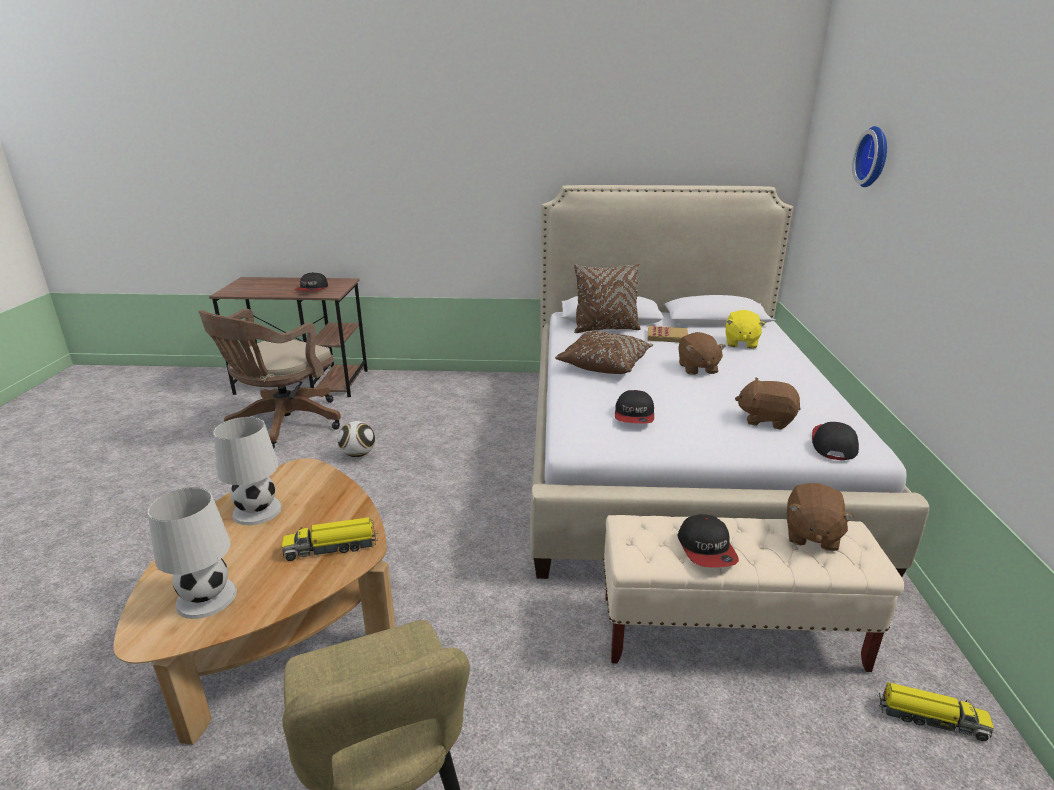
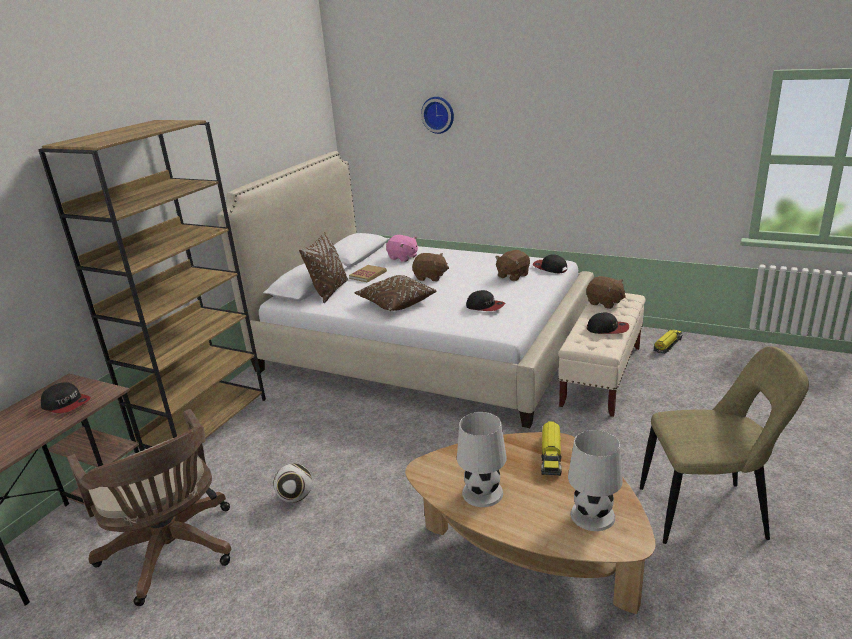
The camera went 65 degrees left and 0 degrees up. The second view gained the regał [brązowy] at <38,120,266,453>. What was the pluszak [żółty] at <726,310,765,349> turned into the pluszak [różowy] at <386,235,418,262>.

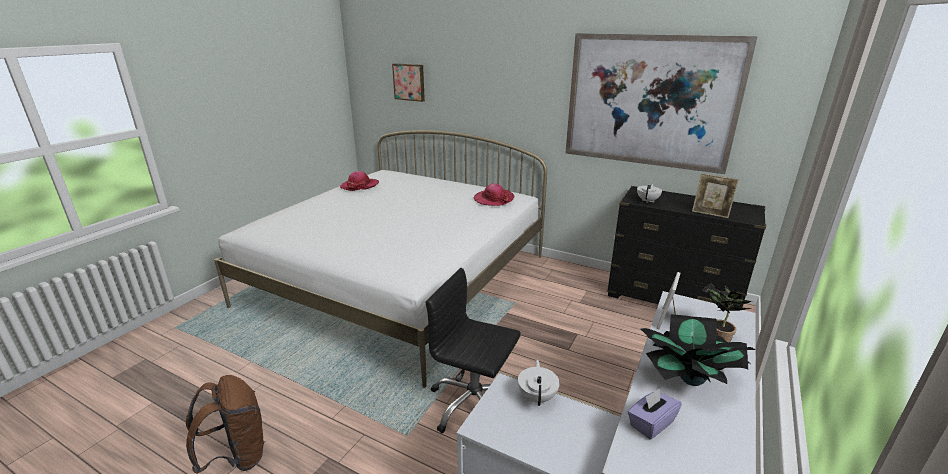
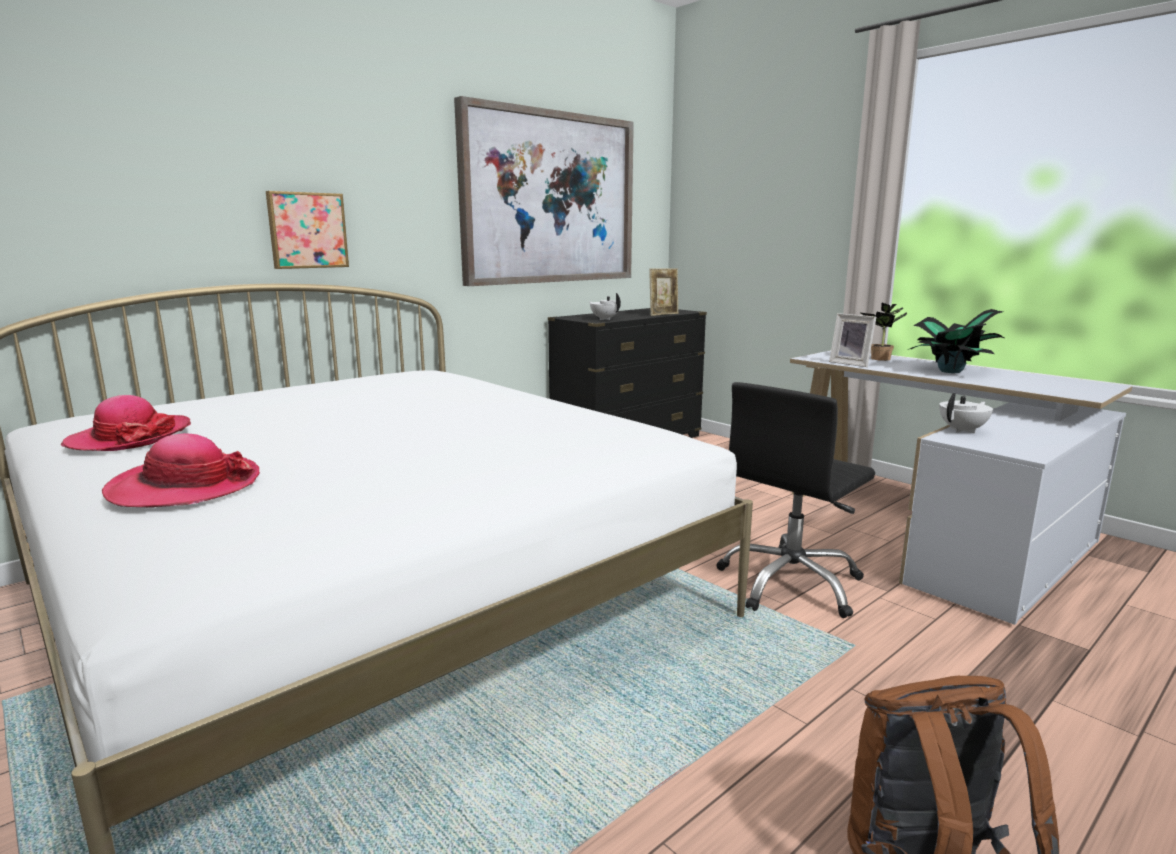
The camera went 70 degrees left and 10 degrees down. The kapelusz ended up elsewhere, having gone from <474,183,514,206> to <102,433,260,507>. The obraz ended up elsewhere, having gone from <392,63,425,102> to <266,191,349,269>. The imbryk [biały] at <518,359,560,406> ended up facing another way, 120 degrees clockwise from before. The second view lost the pudełko chusteczek [fioletowy] at <628,388,682,439>.

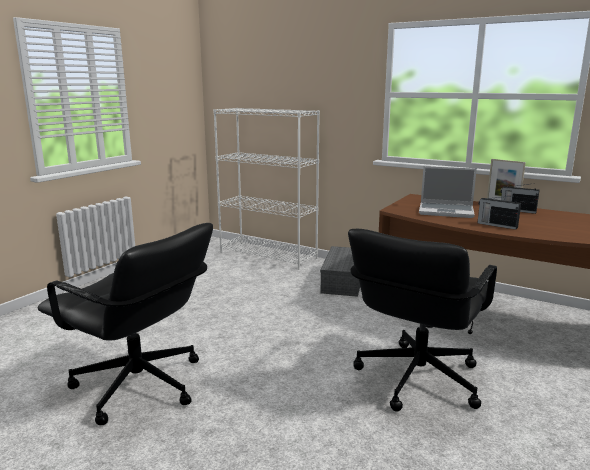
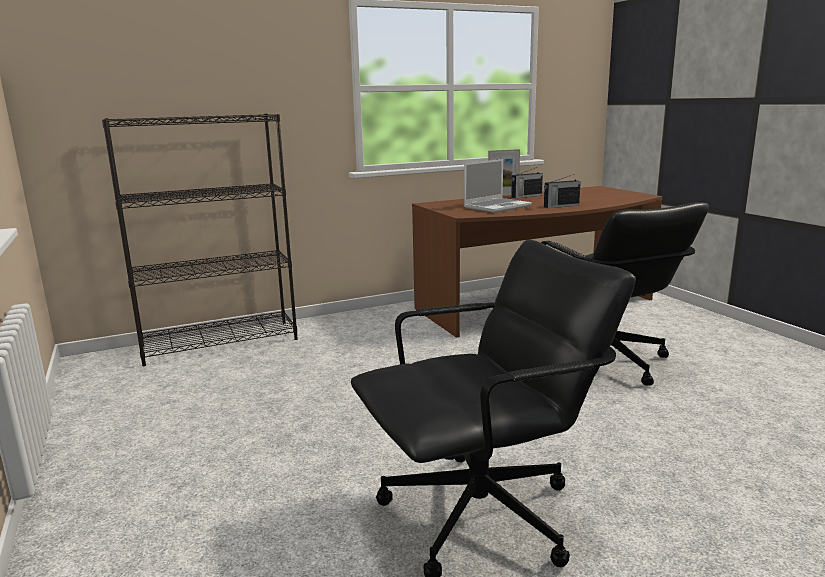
The camera went 55 degrees left and 0 degrees up. What was the regał [biały] at <213,108,320,270> turned into the regał [czarny] at <102,114,298,366>. The second view lost the pojemnik do przechowywania [szary] at <320,246,360,297>.

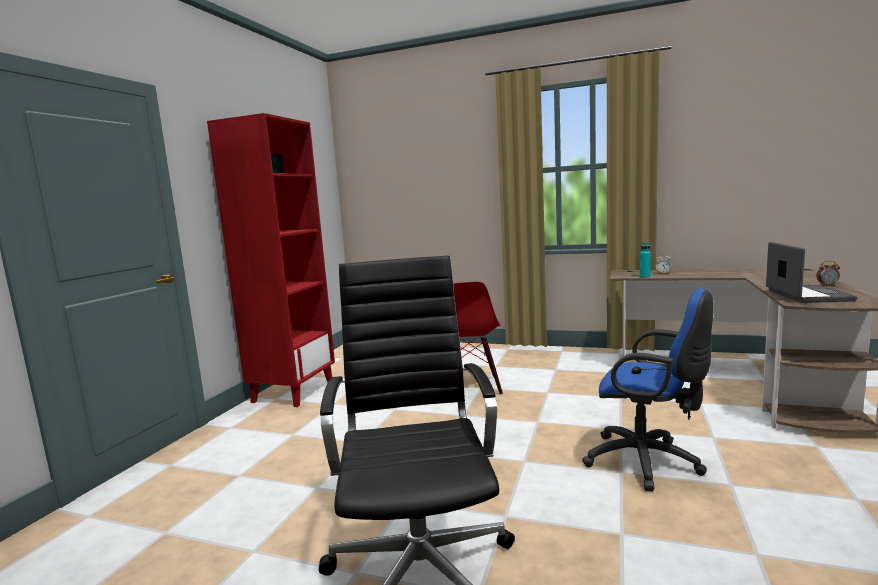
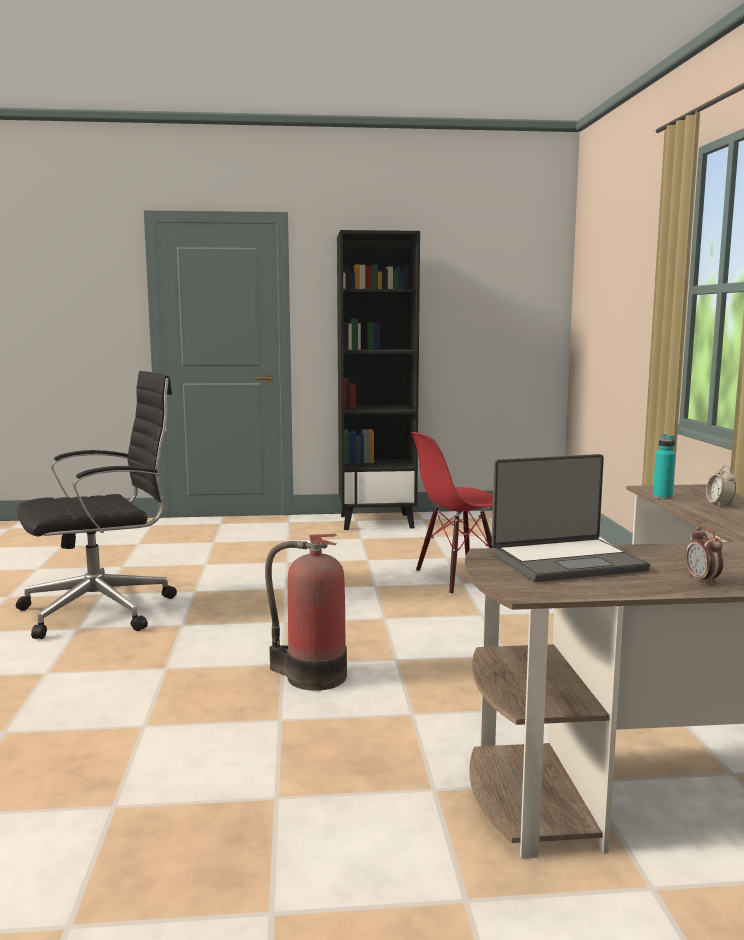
The camera went 65 degrees right and 0 degrees up. Where the krzesło biurowe [niebieski] stood at <582,289,714,491>, the gaśnica came to stand at <265,534,347,691>. What was the regał [czerwony] at <207,113,335,407> turned into the regał [czarny] at <337,230,420,530>.

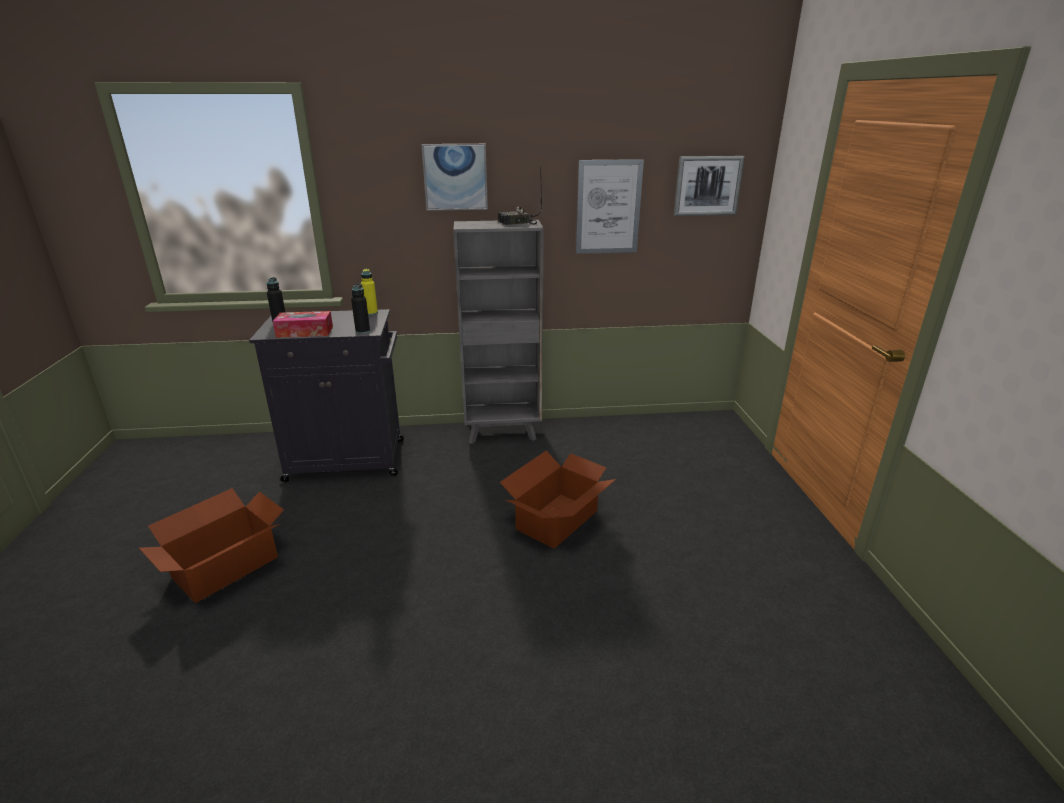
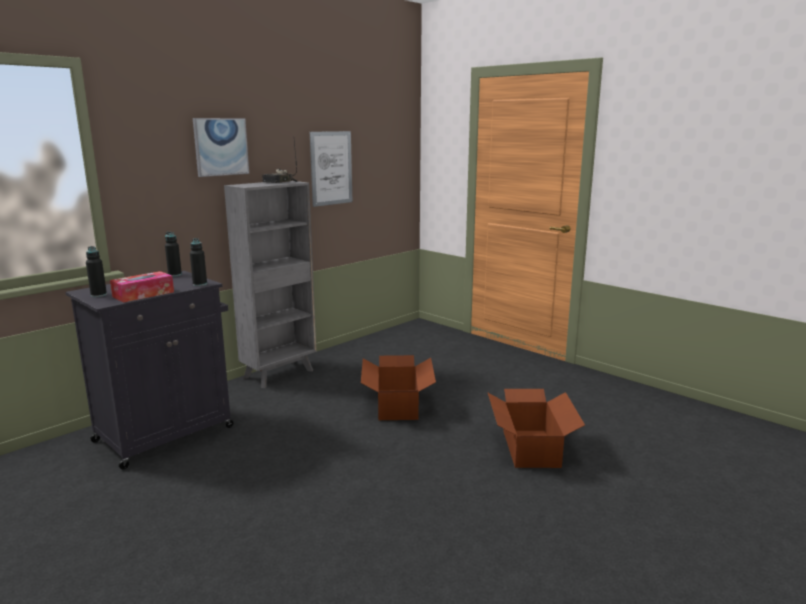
The camera went 40 degrees left and 10 degrees down. What was the butelka [żółty] at <361,269,378,315> turned into the butelka [czarny] at <165,232,182,277>. The karton ended up elsewhere, having gone from <139,488,284,603> to <488,389,585,468>. The second view lost the obraz at <674,156,745,216>.

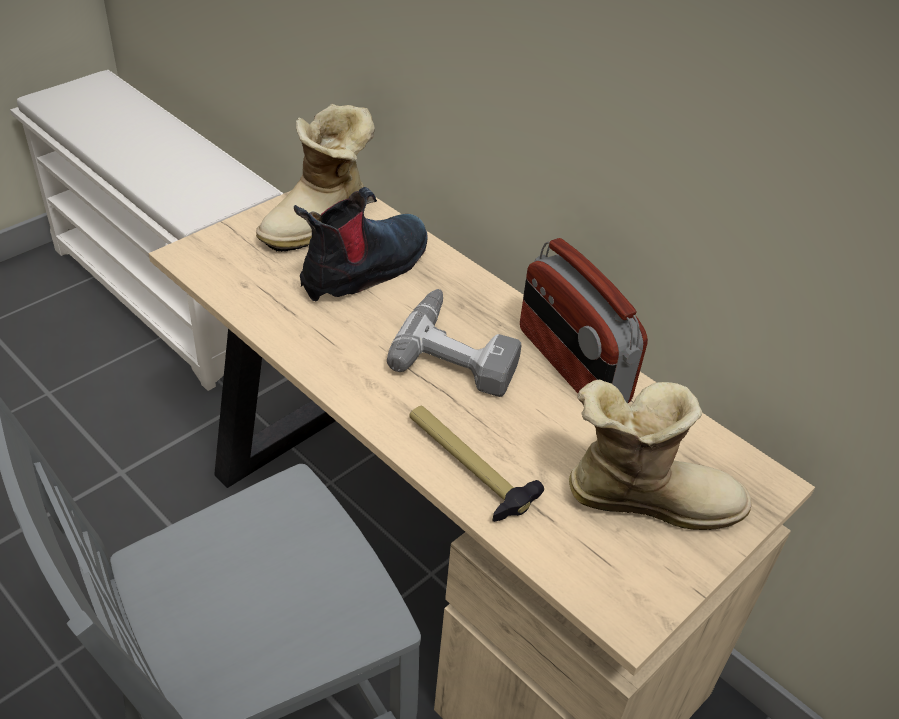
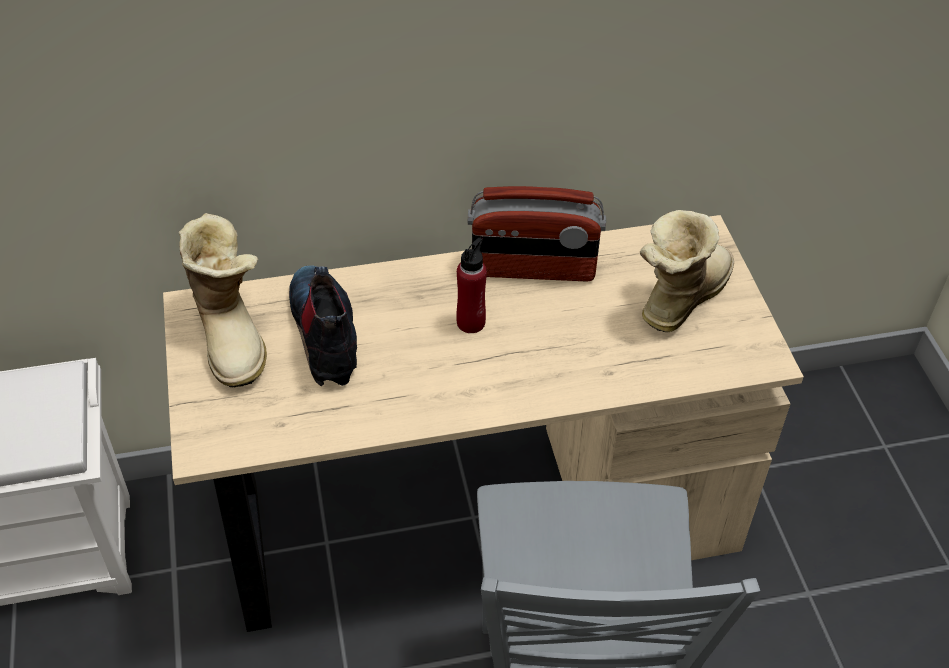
The camera went 55 degrees left and 5 degrees up. Where the wiertarka stood at <387,289,522,397>, the butelka [czerwony] came to stand at <456,238,487,333>. The second view lost the młotek at <409,405,544,522>.

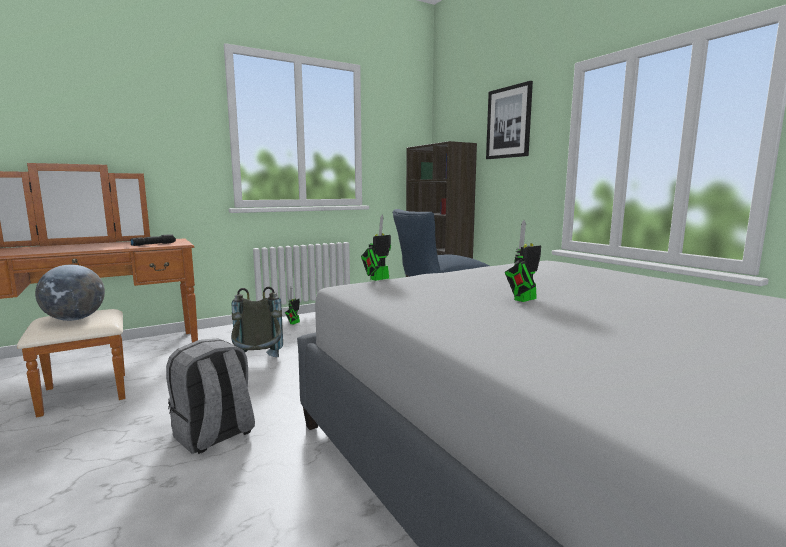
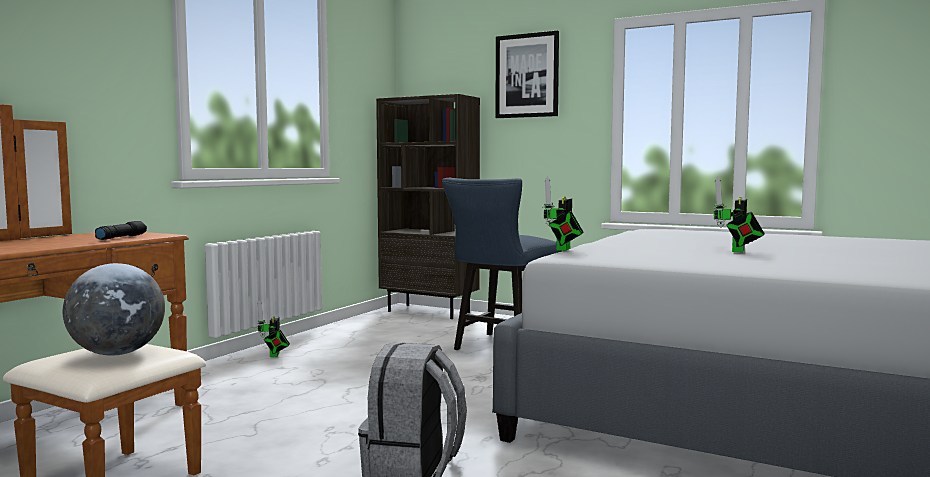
The camera went 30 degrees left and 5 degrees down. The second view lost the plecak [szary] at <231,287,283,357>.

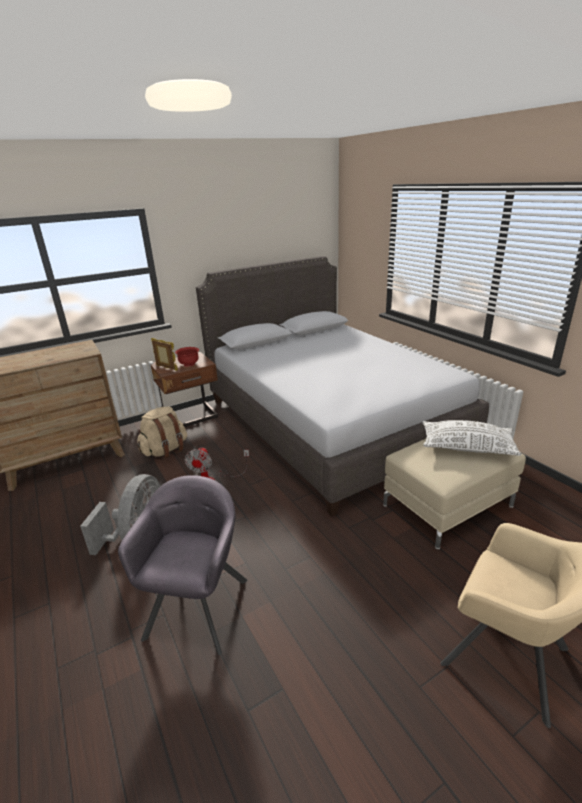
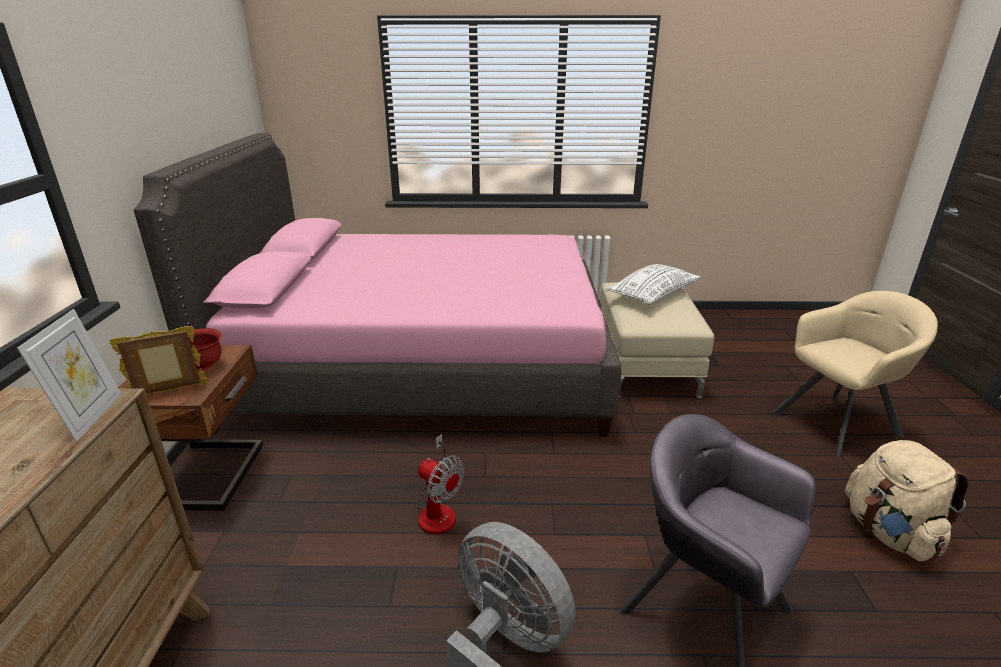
The camera went 60 degrees left and 0 degrees up. The second view gained the ramka na zdjęcie at <17,309,122,441>. What was the łóżko [szary] at <196,256,489,516> turned into the łóżko [różowy] at <134,133,621,436>. The plecak [beżowy] ended up elsewhere, having gone from <137,407,187,460> to <845,440,969,561>.

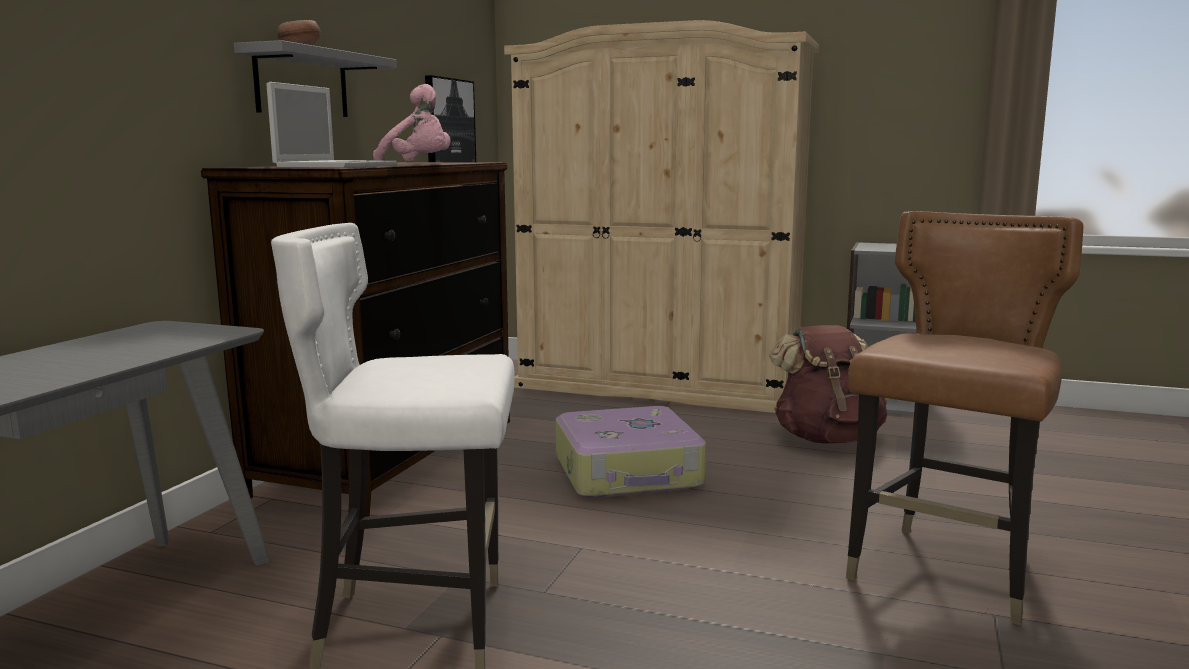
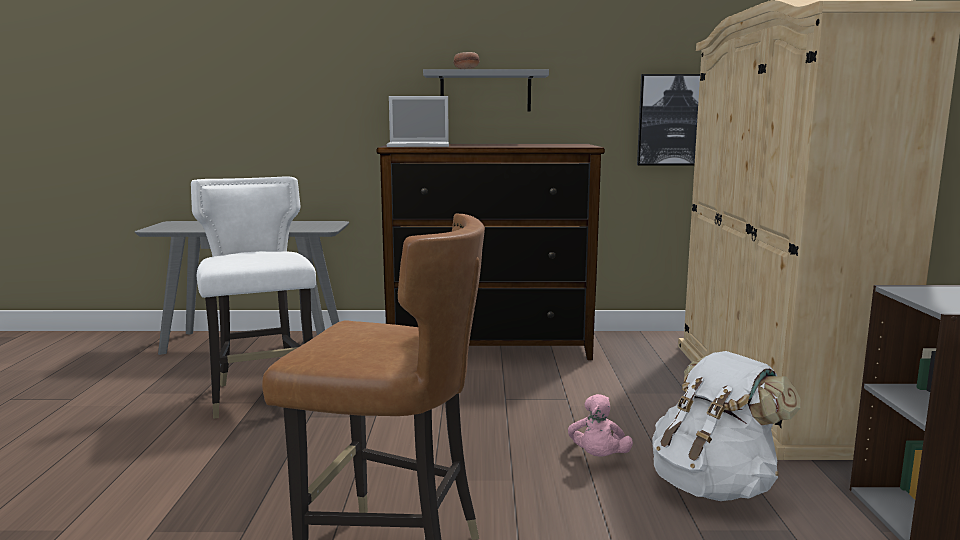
The camera went 70 degrees right and 0 degrees up. The pluszak [różowy] ended up elsewhere, having gone from <373,84,451,162> to <568,394,633,456>. What was the plecak [brązowy] at <769,325,887,444> turned into the plecak [biały] at <652,351,800,501>. The second view lost the walizka at <556,406,706,498>.

